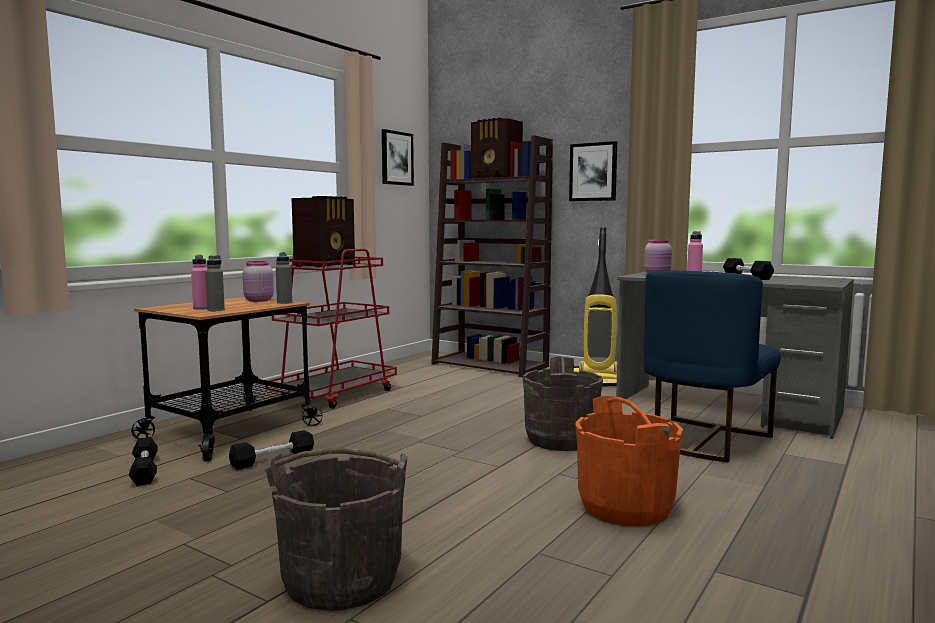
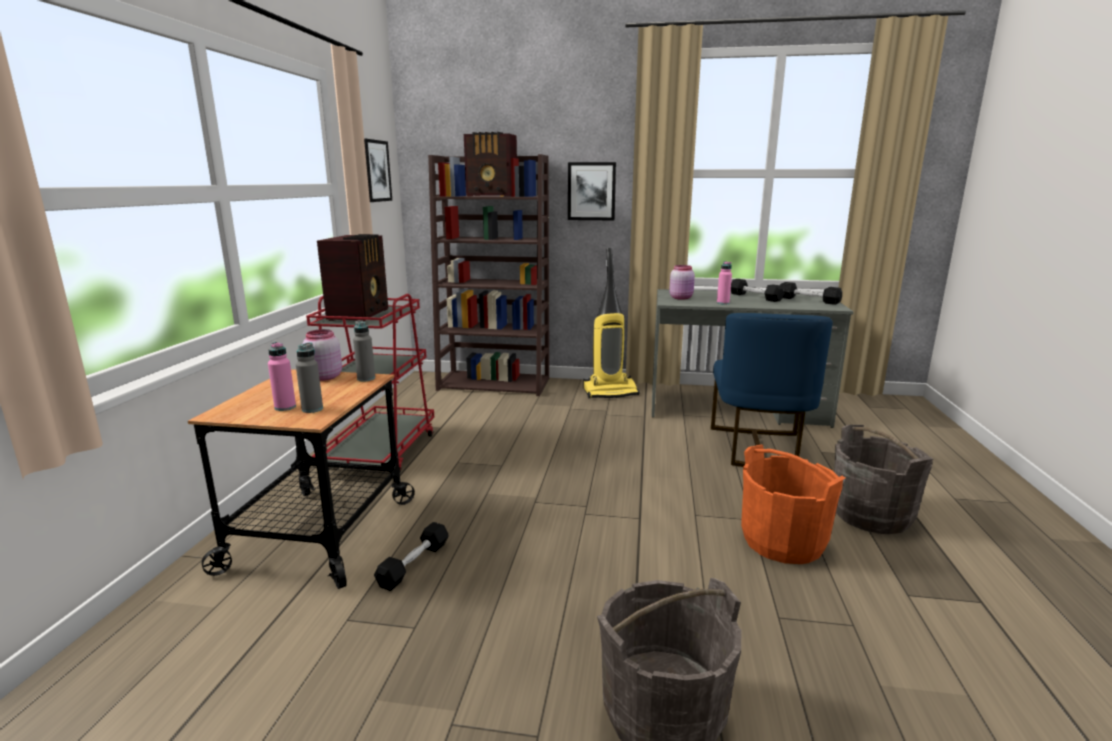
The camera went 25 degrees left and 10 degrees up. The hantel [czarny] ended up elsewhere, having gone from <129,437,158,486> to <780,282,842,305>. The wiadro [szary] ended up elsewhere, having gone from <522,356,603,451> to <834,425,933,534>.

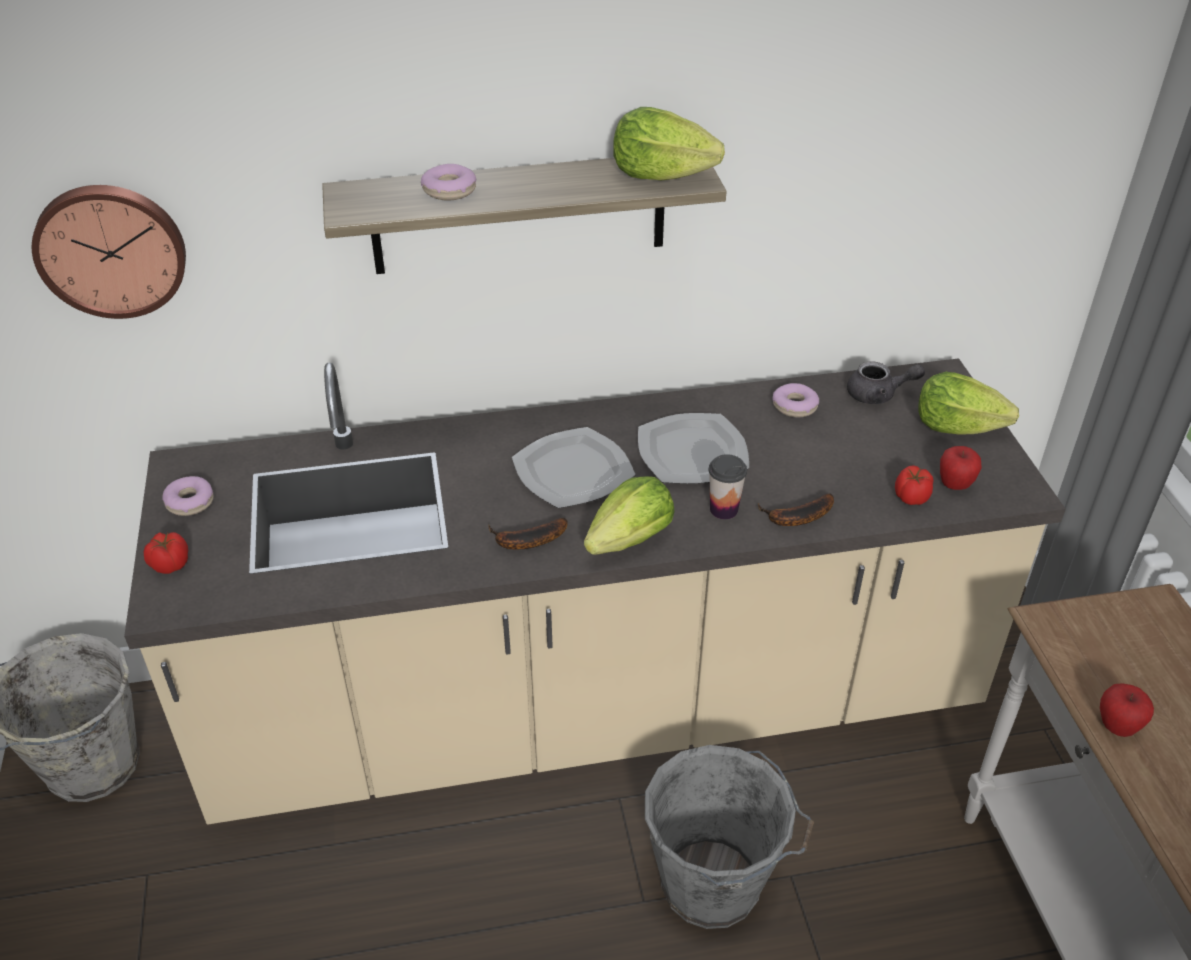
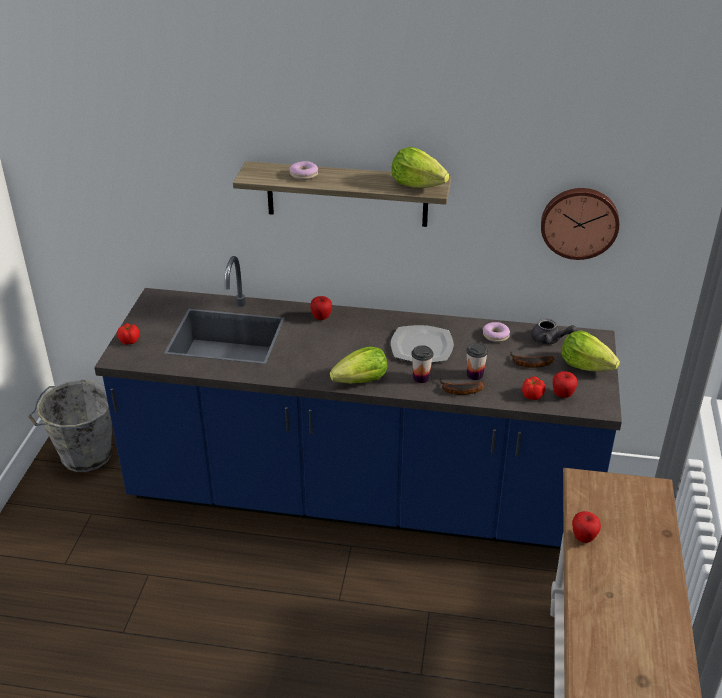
The camera went 20 degrees right and 5 degrees down. What was the zabudowa kuchenna [beżowy] at <124,358,1066,824> turned into the zabudowa kuchenna [niebieski] at <94,256,622,549>. The second view gained the jabłko at <310,296,332,320>. The second view gained the filiżanka at <466,343,488,380>. The banan ended up elsewhere, having gone from <488,518,568,549> to <510,352,554,368>. The zegar ścienny ended up elsewhere, having gone from <32,185,186,319> to <541,188,619,260>. The second view lost the donut at <162,476,214,516>. The second view lost the talerz at <512,427,636,508>. The second view lost the wiadro [szary] at <645,745,814,929>.

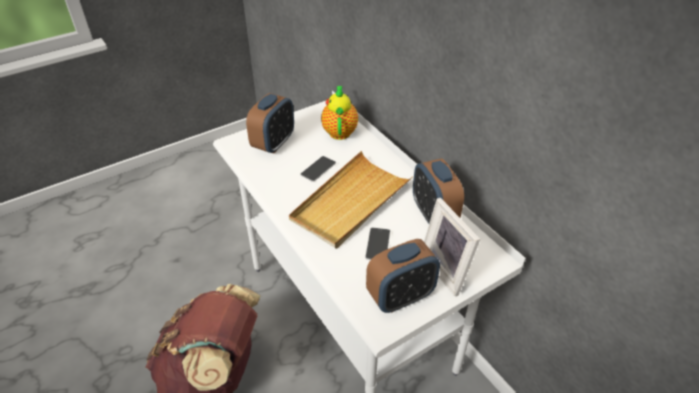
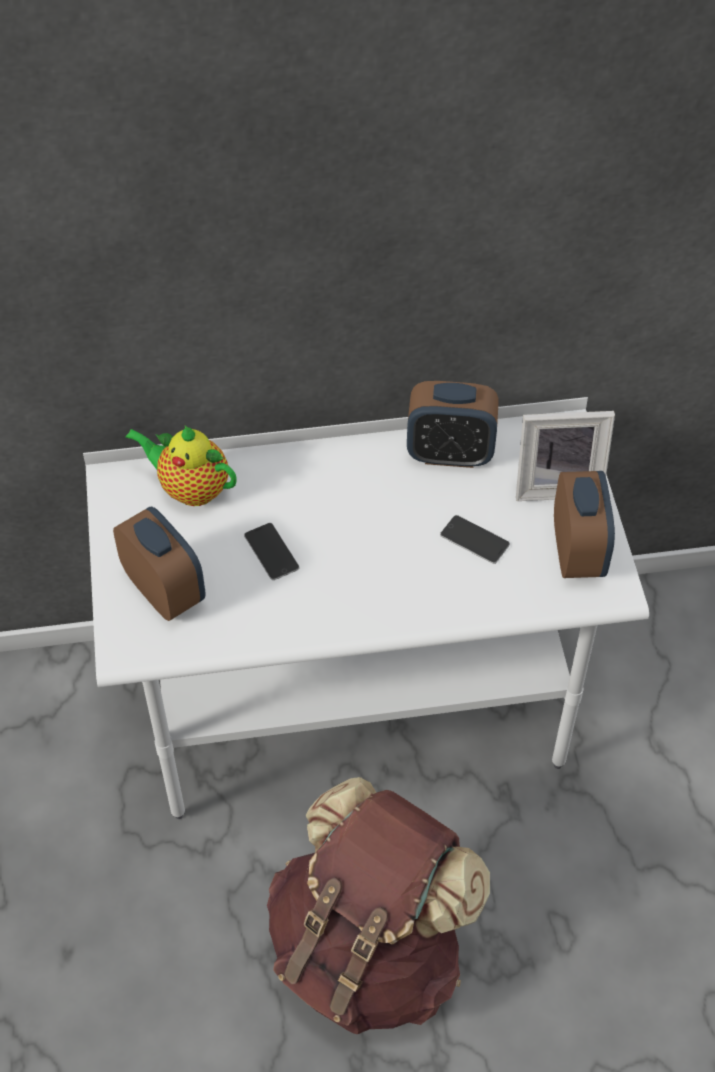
The camera went 65 degrees left and 10 degrees up. The second view lost the taca [beżowy] at <289,151,413,249>.

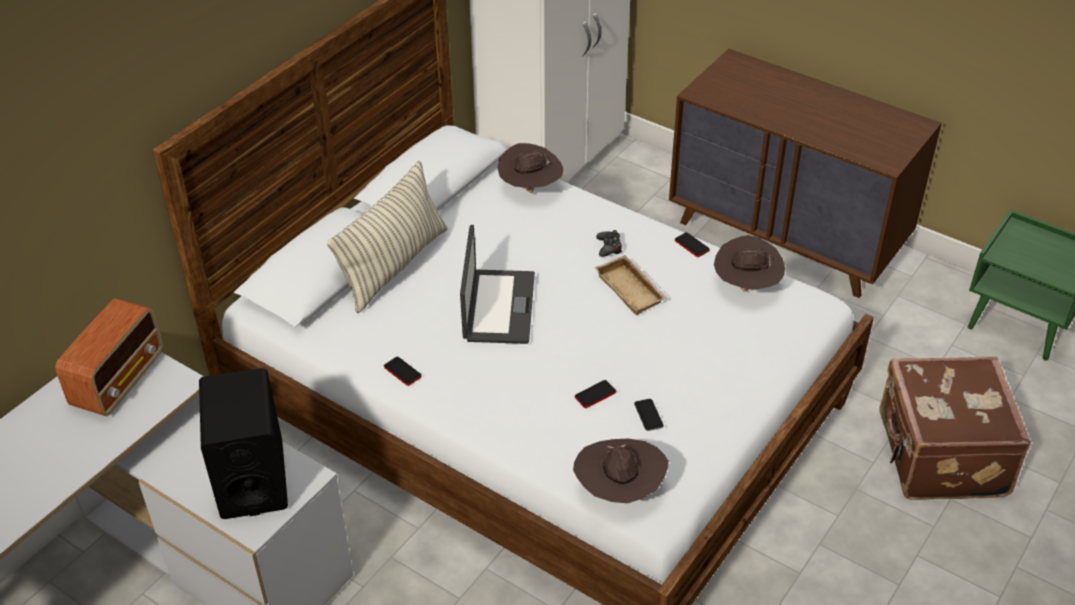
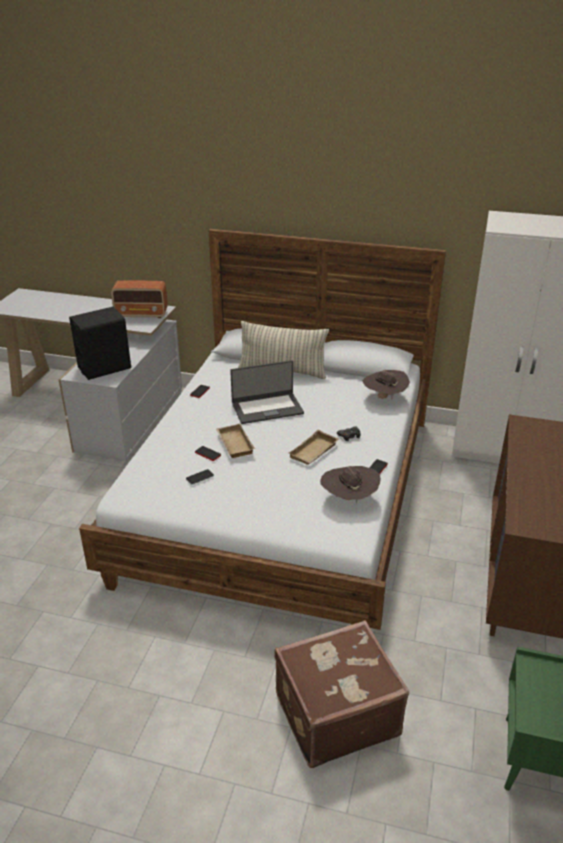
The camera went 70 degrees right and 10 degrees down. The second view gained the taca [beżowy] at <216,423,255,458>. The second view lost the kapelusz [brązowy] at <573,439,669,503>.

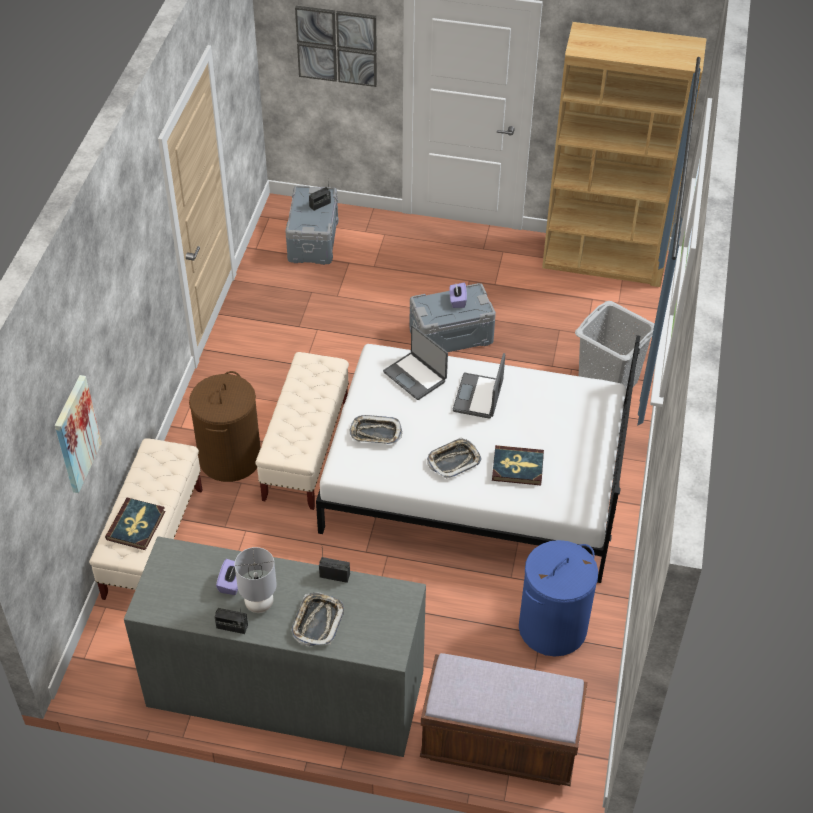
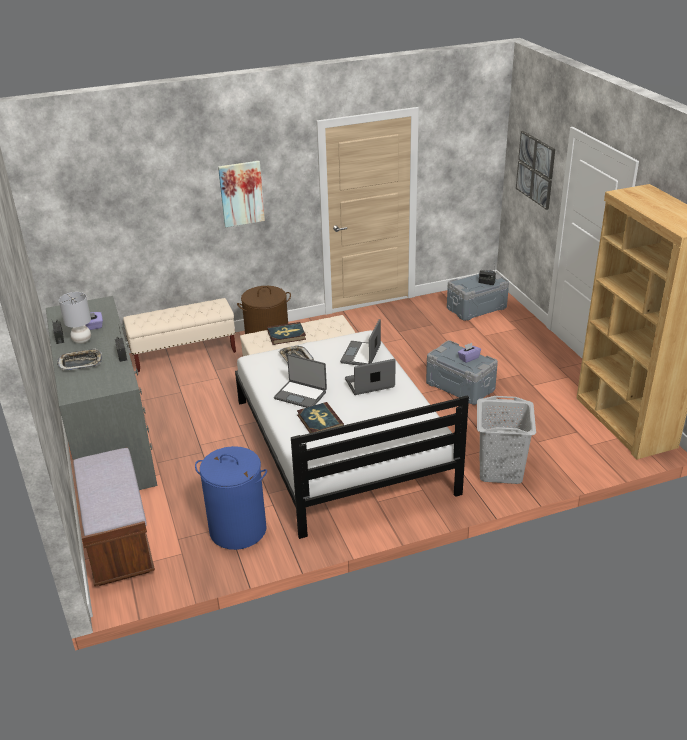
The camera went 60 degrees right and 15 degrees down. The obraz ended up elsewhere, having gone from <55,375,102,493> to <218,161,265,227>. The książka ended up elsewhere, having gone from <105,498,166,550> to <267,322,306,345>. Where the taca stood at <427,437,482,479>, the laptop came to stand at <274,354,327,408>.

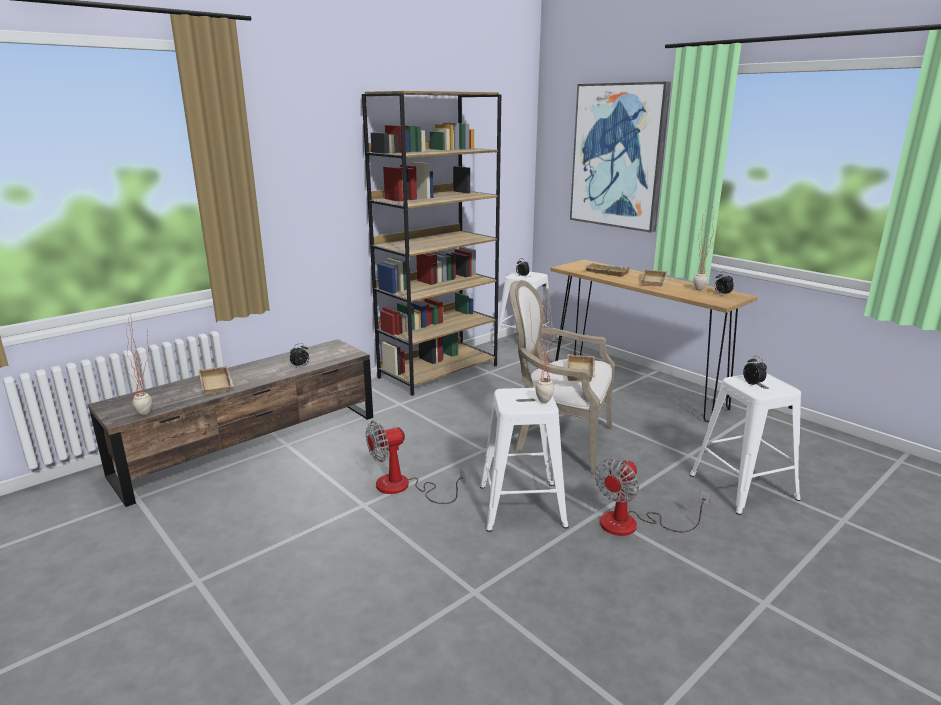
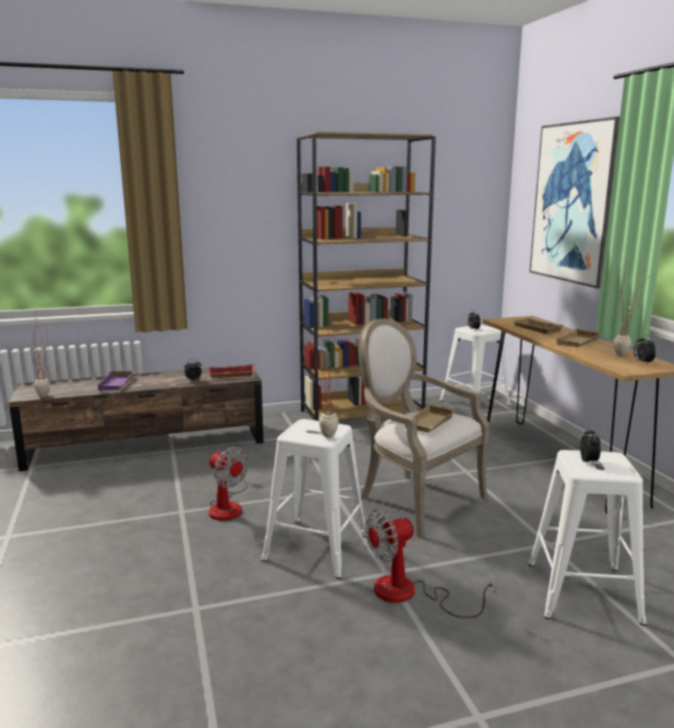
The camera went 25 degrees right and 5 degrees down. What was the taca [beżowy] at <198,366,234,396> turned into the taca [fioletowy] at <96,370,135,391>. The second view gained the taca [czerwony] at <208,364,254,378>. The wentylator at <366,421,465,504> ended up facing another way, 135 degrees counterclockwise from before.

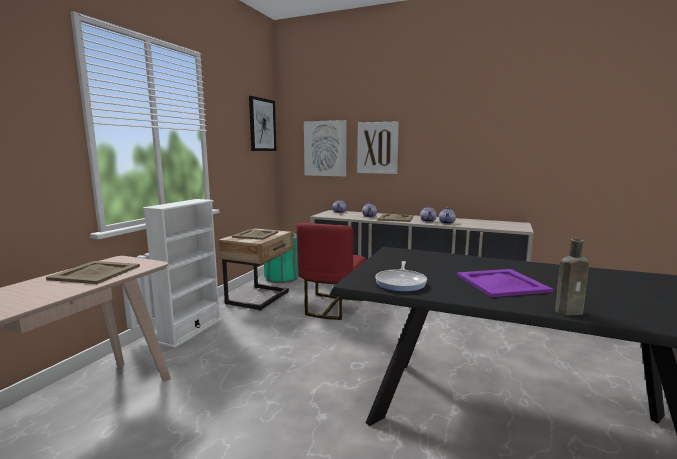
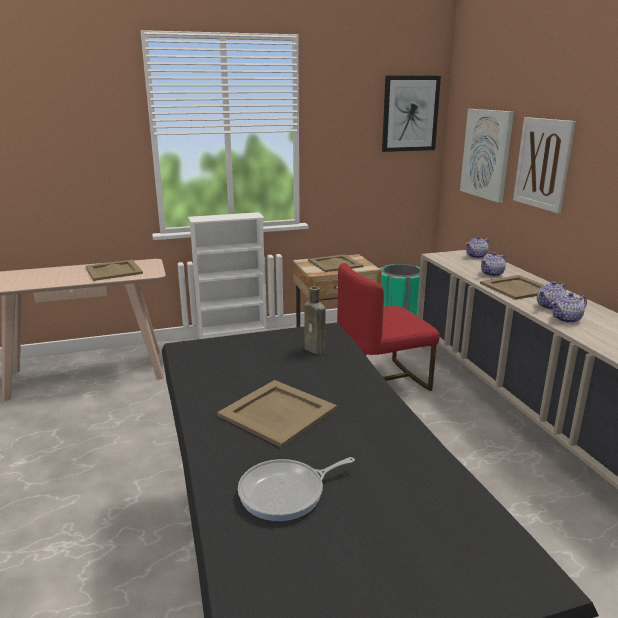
The camera went 50 degrees right and 10 degrees up. What was the taca [fioletowy] at <457,269,553,297> turned into the taca [beżowy] at <217,380,337,448>. The patelnia ended up elsewhere, having gone from <375,261,427,292> to <238,457,355,521>. The butelka [brązowy] ended up elsewhere, having gone from <555,239,589,316> to <304,286,326,354>.

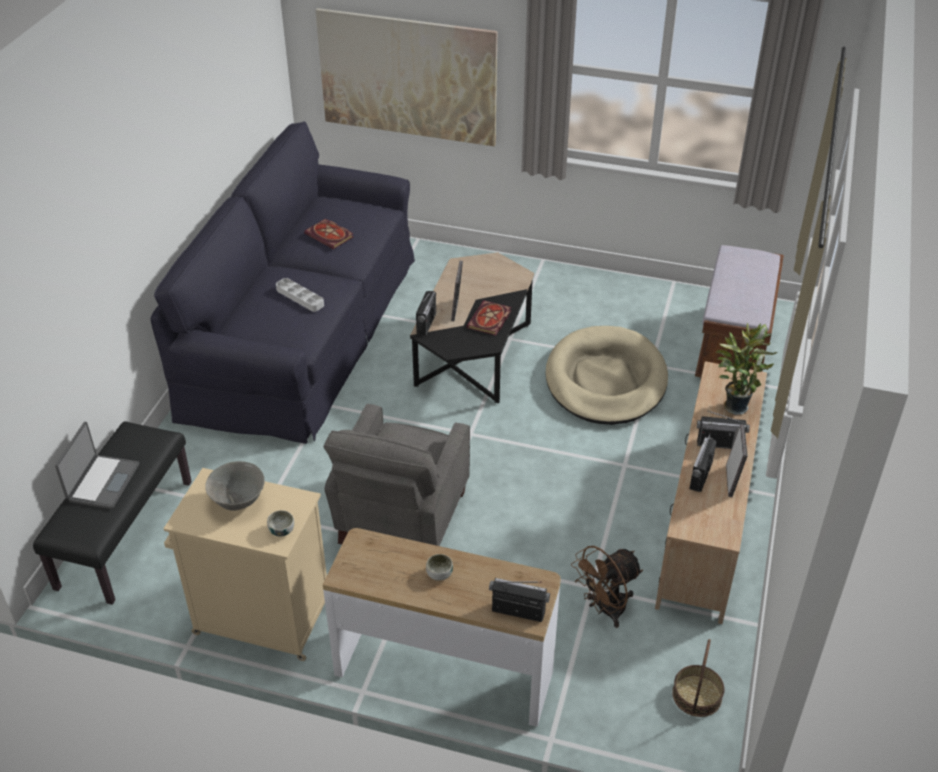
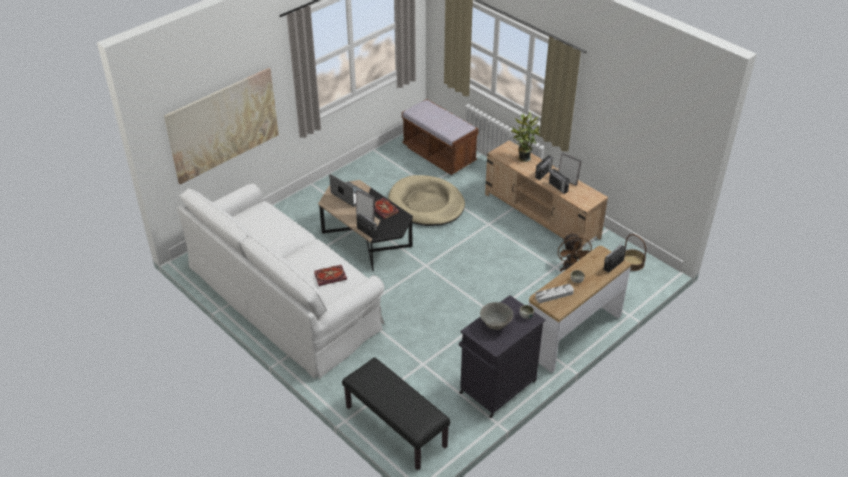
The camera went 60 degrees left and 0 degrees up. What was the kanapa [czarny] at <151,121,415,444> turned into the kanapa [biały] at <177,183,385,379>. The książka ended up elsewhere, having gone from <304,219,354,249> to <314,265,347,286>. The laptop ended up elsewhere, having gone from <55,422,139,509> to <329,174,371,207>. What was the szafka [beżowy] at <163,468,327,661> turned into the szafka [czarny] at <459,295,545,418>. The taca [szary] ended up elsewhere, having gone from <276,278,324,312> to <535,284,574,303>. The second view lost the fotel [szary] at <323,404,470,546>.

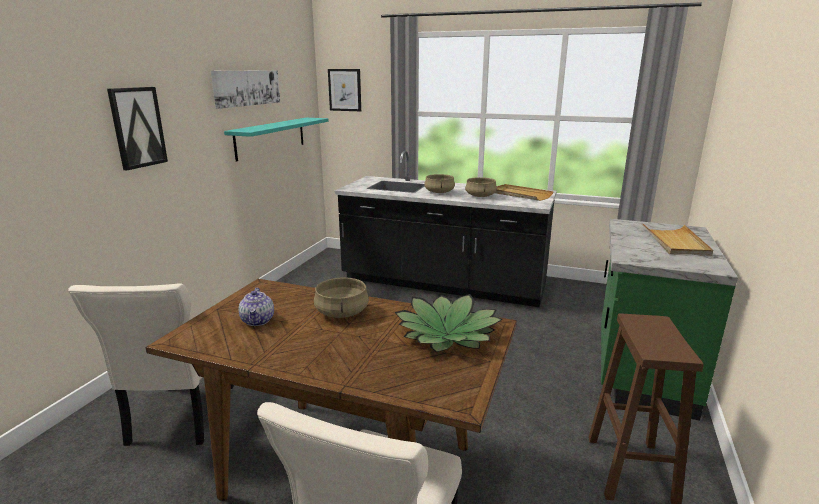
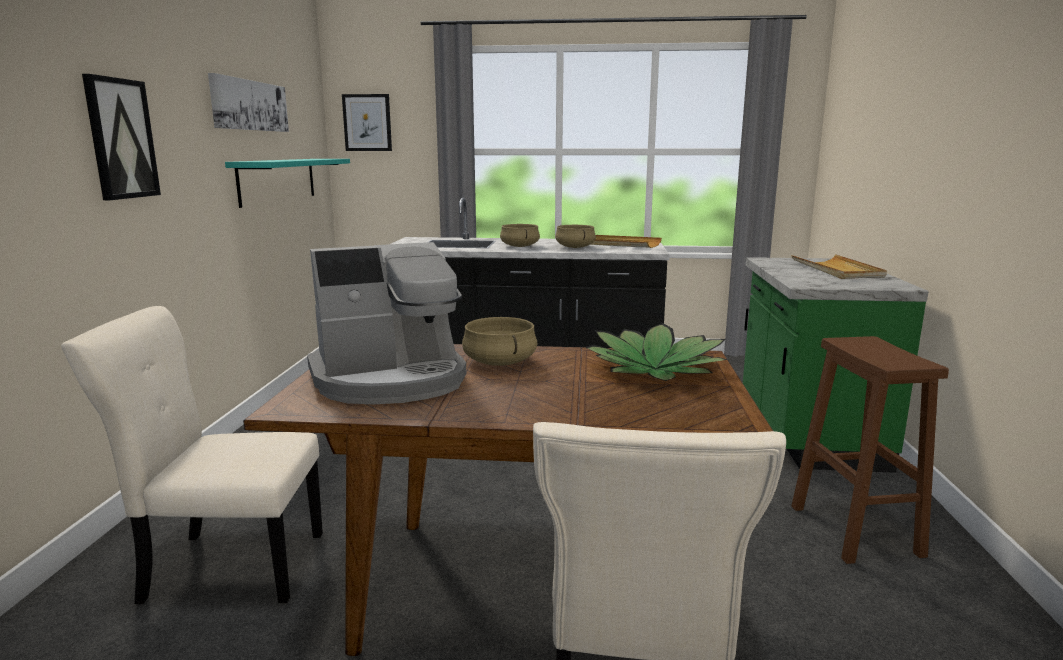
The camera went 15 degrees left and 5 degrees down. The krzesło [beżowy] at <68,283,234,446> ended up facing another way, 105 degrees clockwise from before. Where the imbryk stood at <238,288,274,326>, the ekspres do kawy came to stand at <307,242,466,404>.

